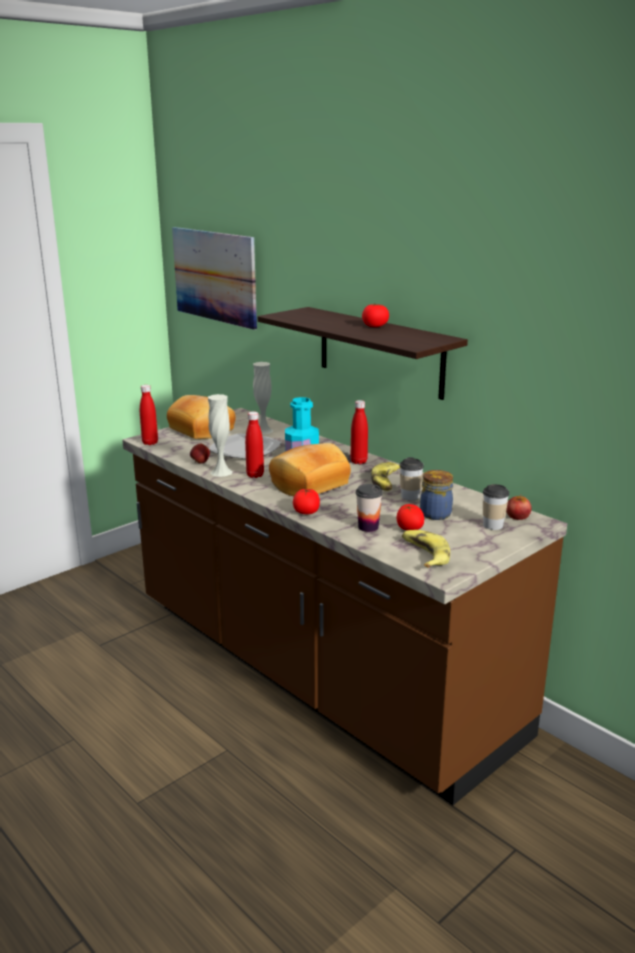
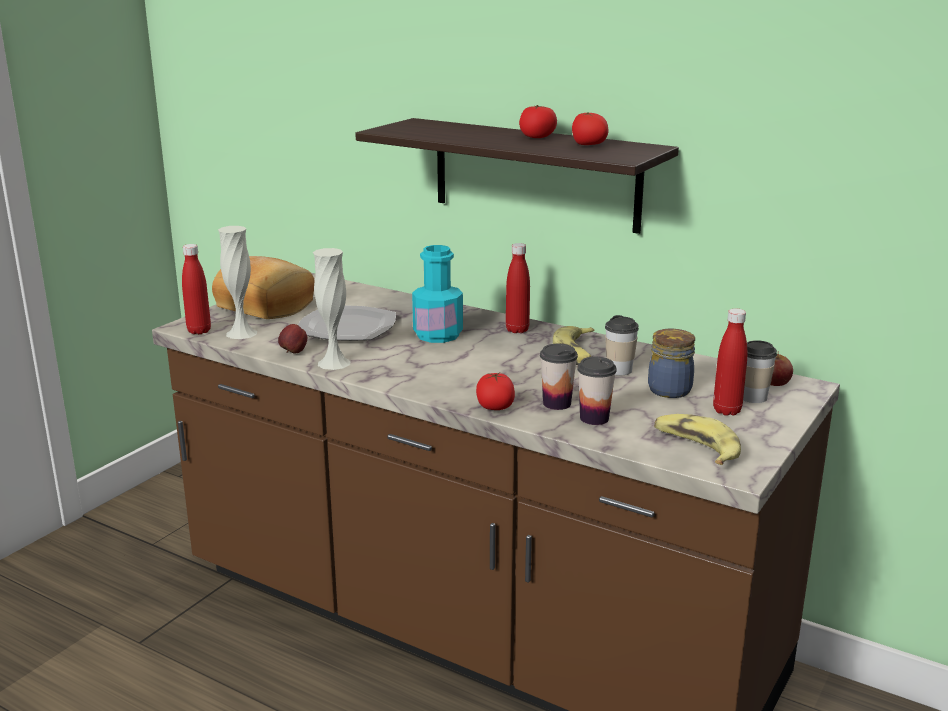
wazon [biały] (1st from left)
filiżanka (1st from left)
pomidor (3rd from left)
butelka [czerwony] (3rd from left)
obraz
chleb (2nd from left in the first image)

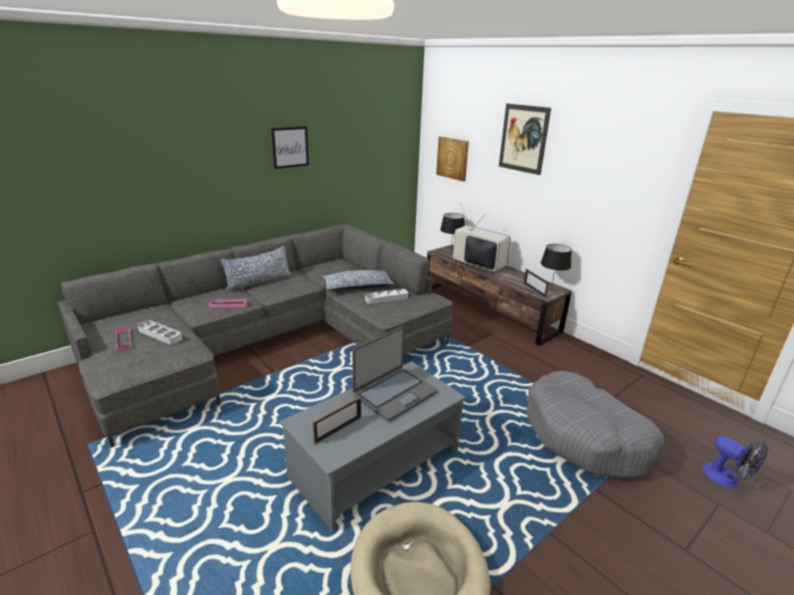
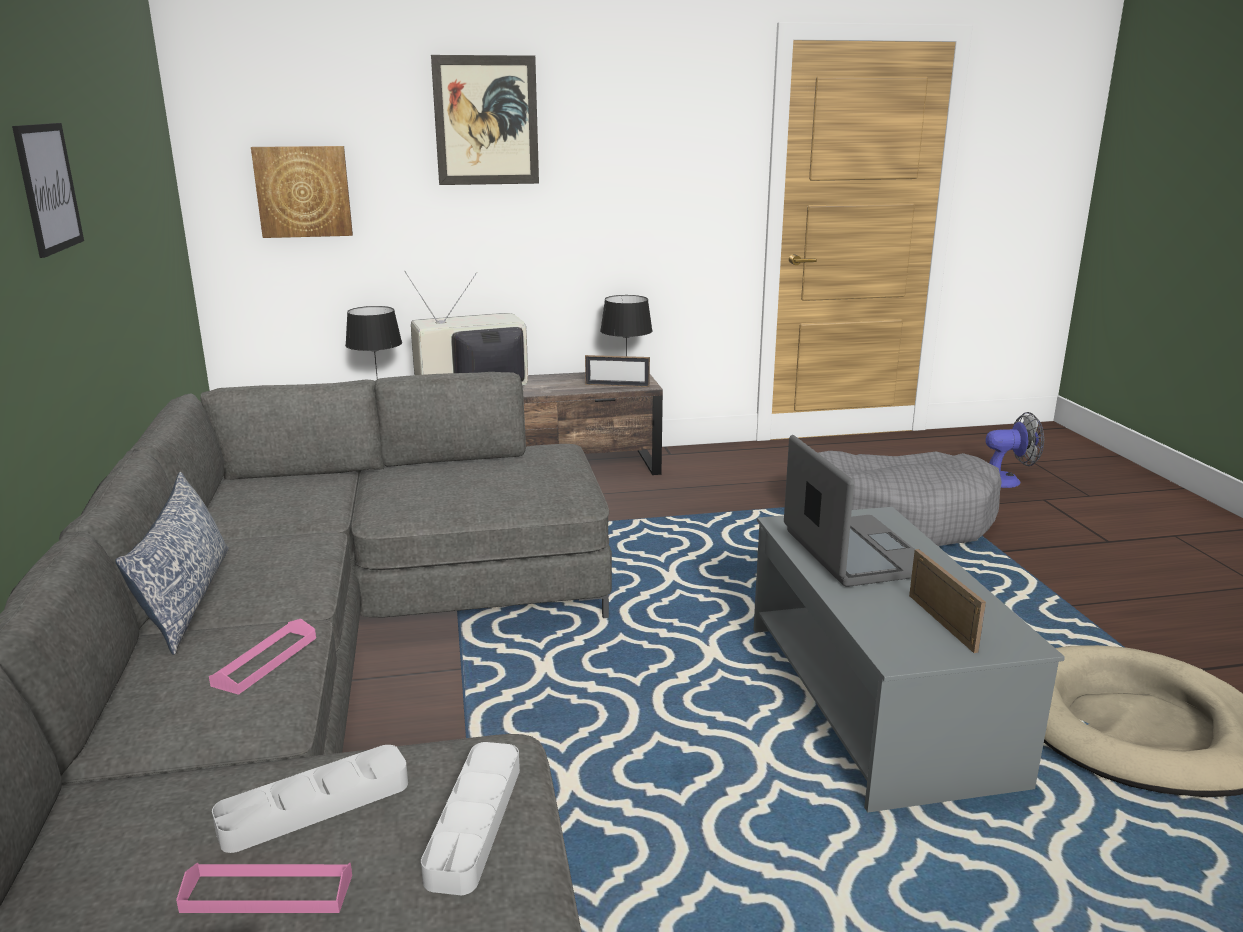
taca [szary] (2nd from left)
poduszka (2nd from left in the first image)

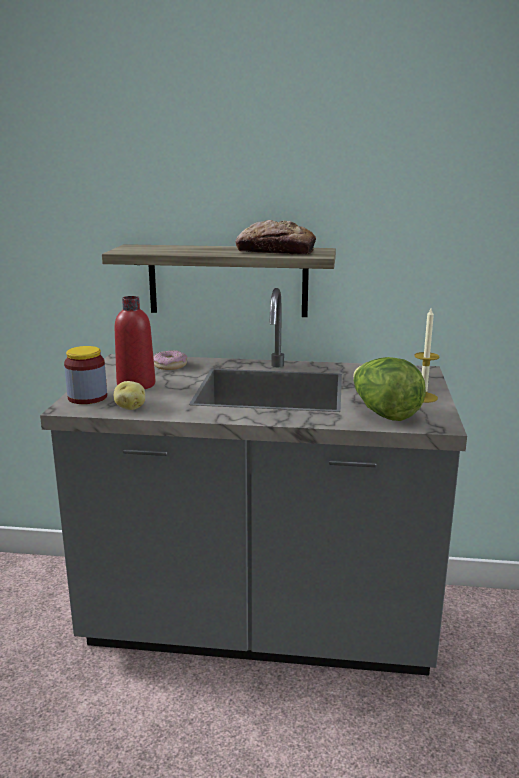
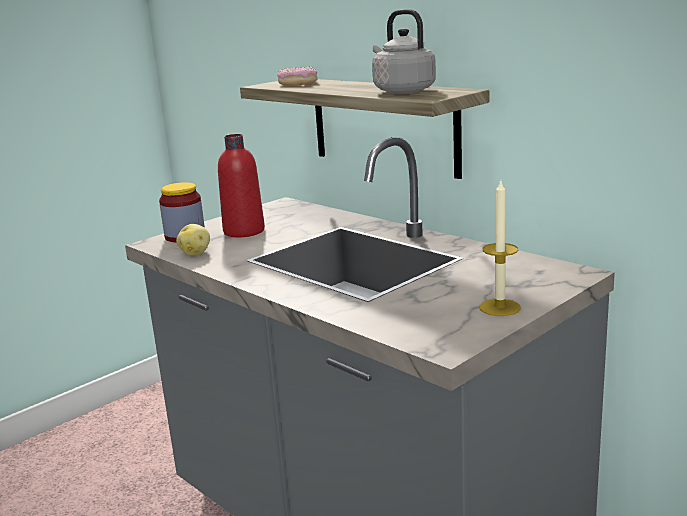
donut
czajnik [szary]
sałata

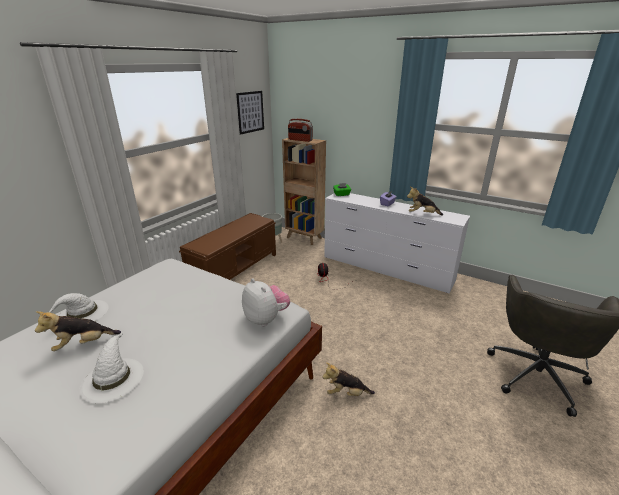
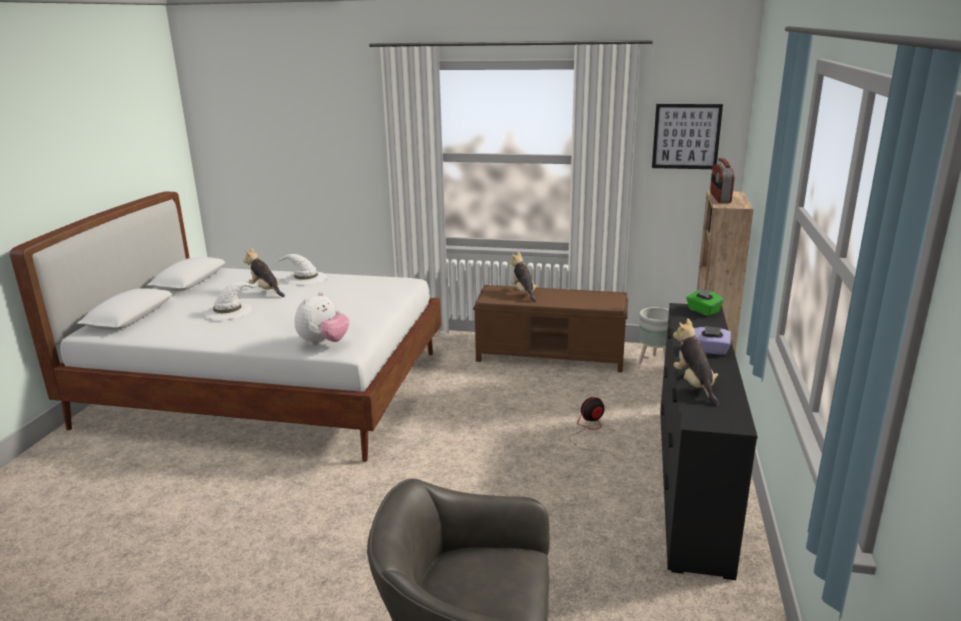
pluszak (3rd from left)
komoda [czarny]

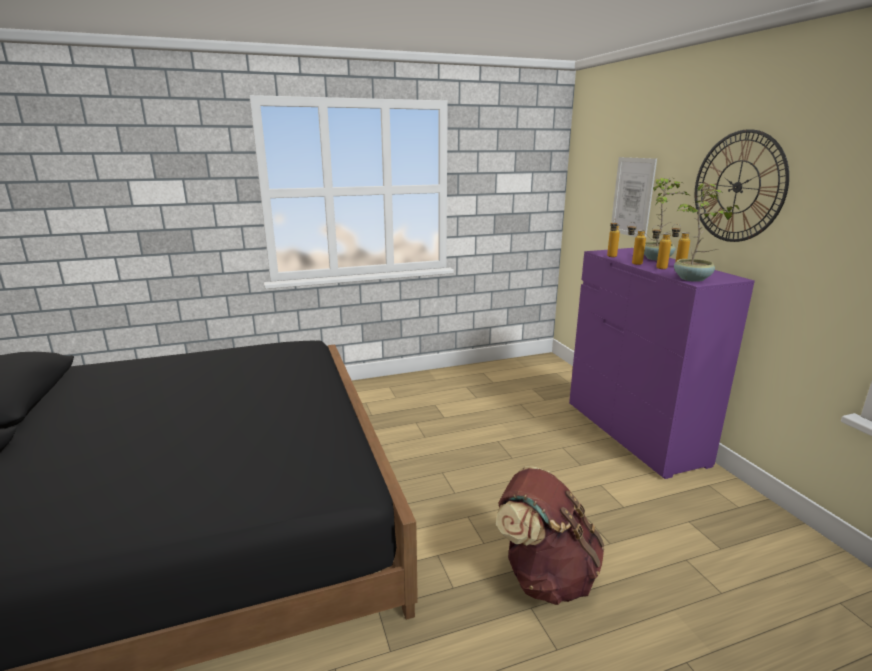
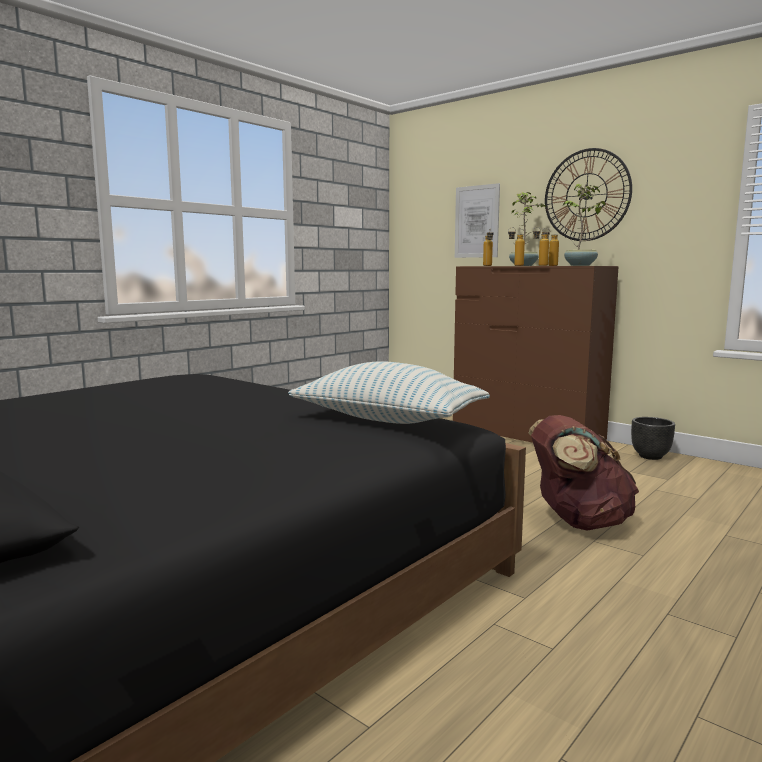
poduszka
komoda [brązowy]
donica [czarny]

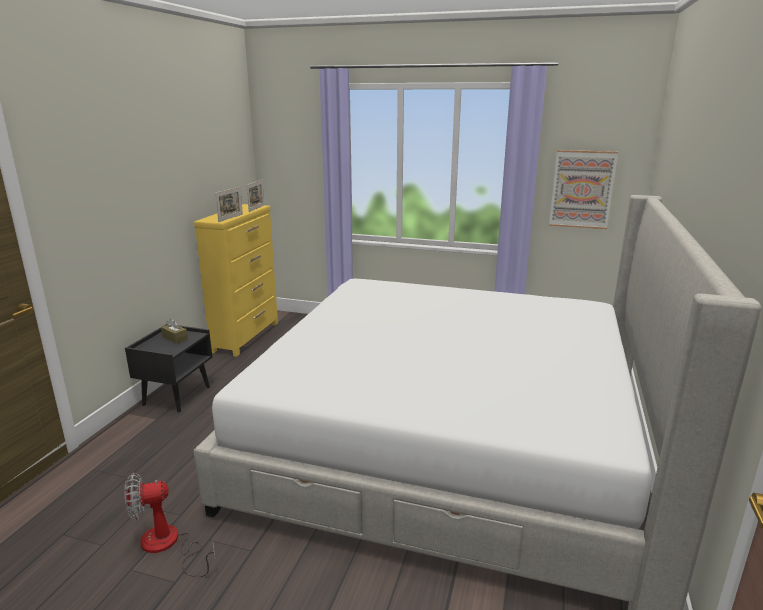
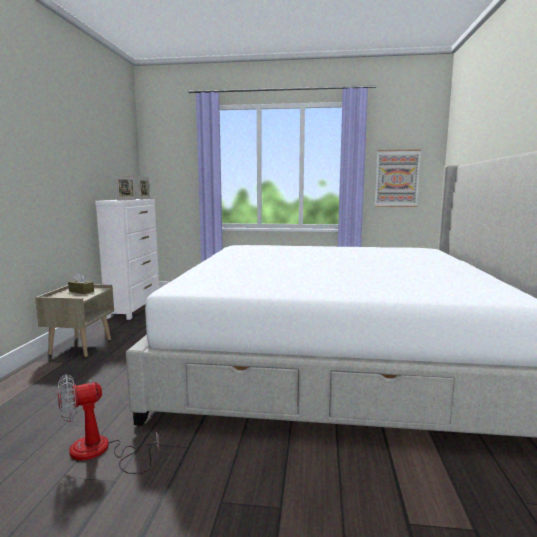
szafka nocna [beżowy]
komoda [biały]

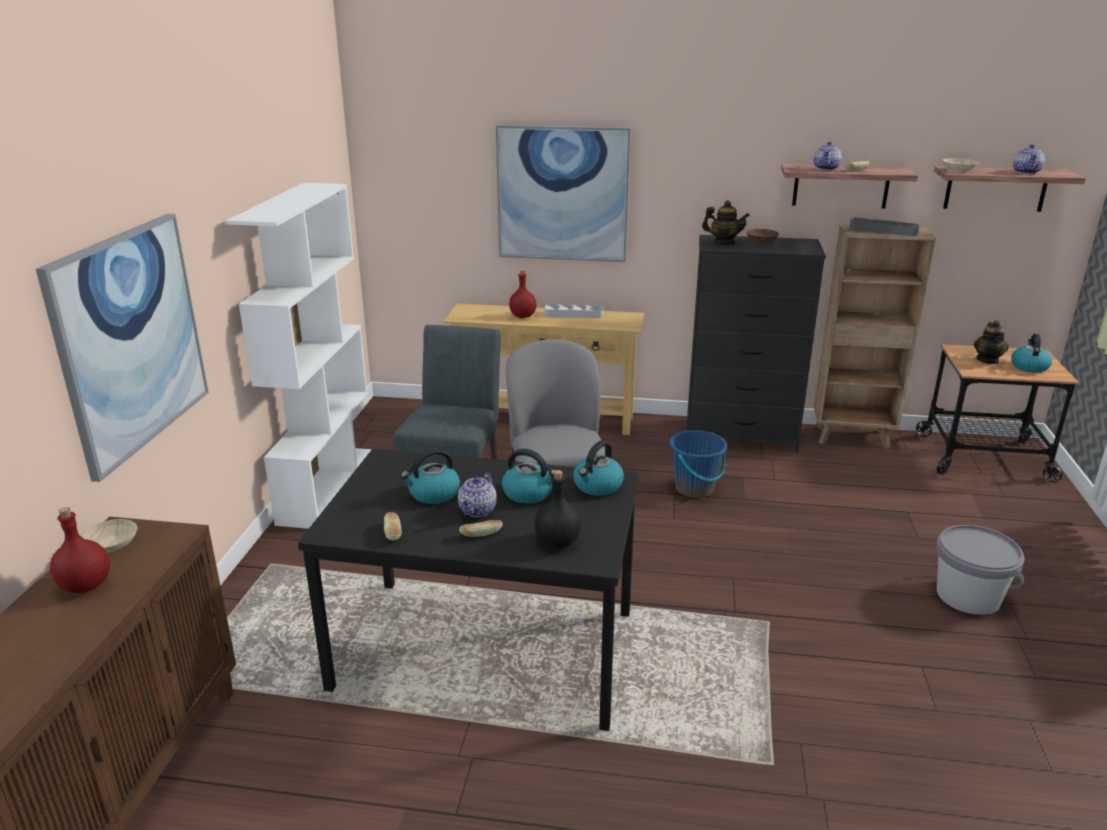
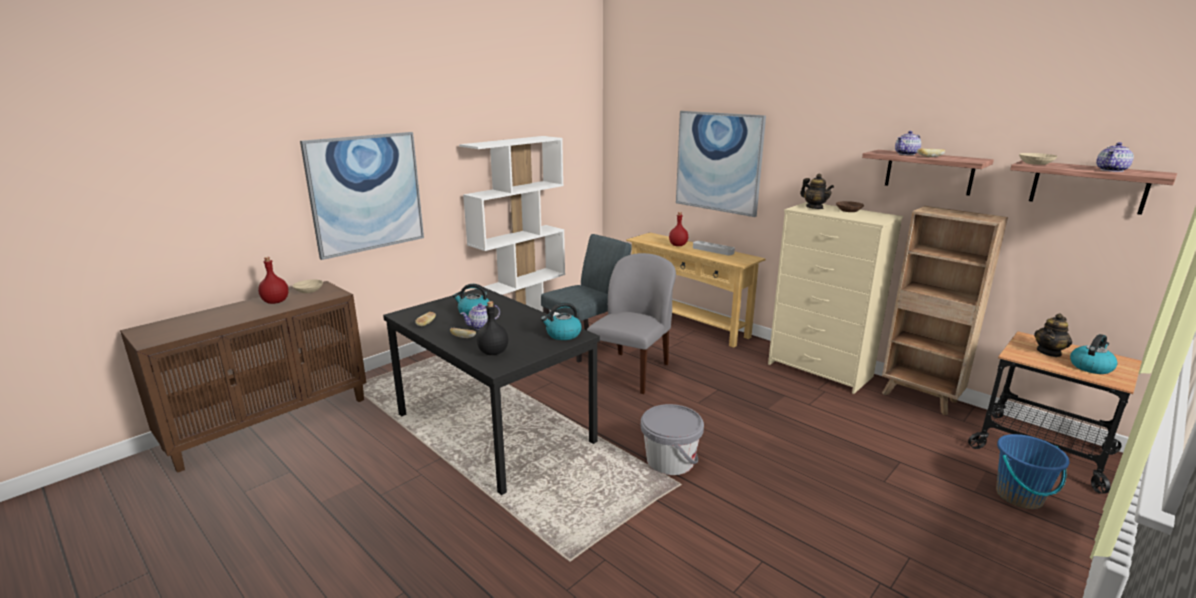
wiadro [szary]
komoda [beżowy]
wiadro [niebieski]
czajnik (2nd from left in the first image)
taca [szary] (2nd from left in the first image)

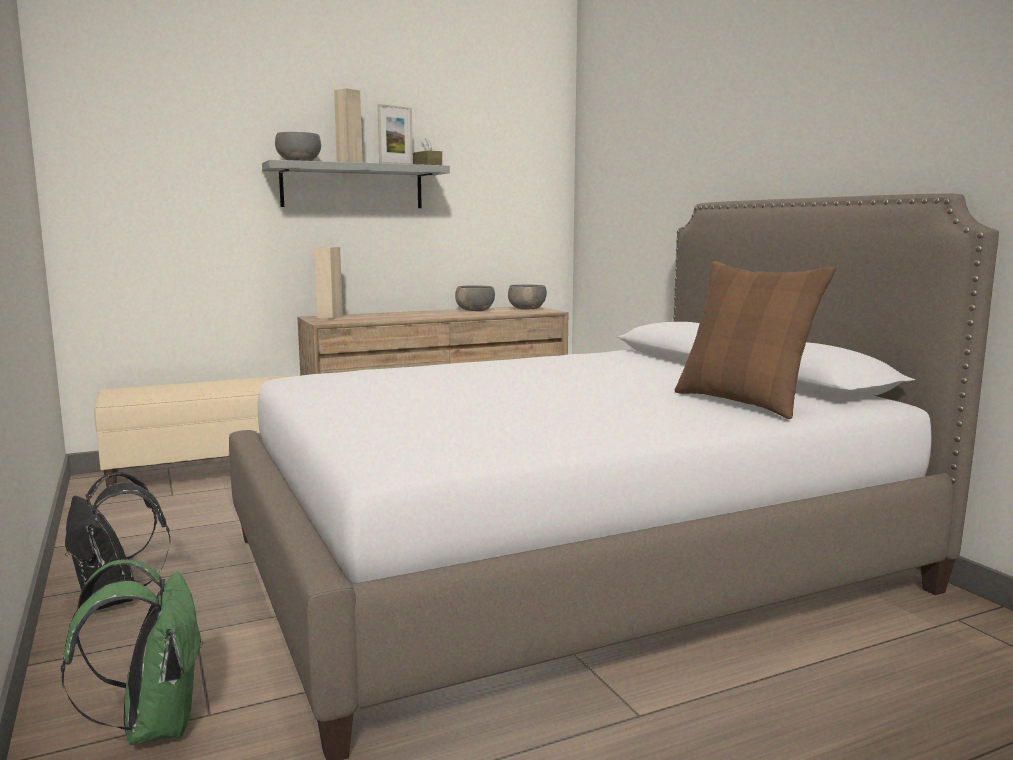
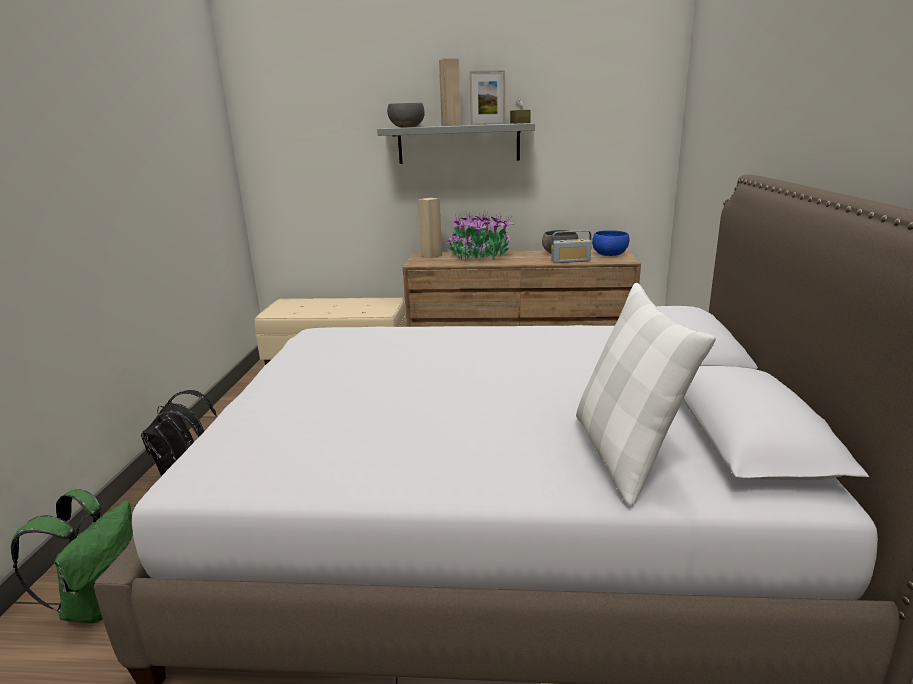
roślina doniczkowa
radio
poduszka [biały]
miska [niebieski]

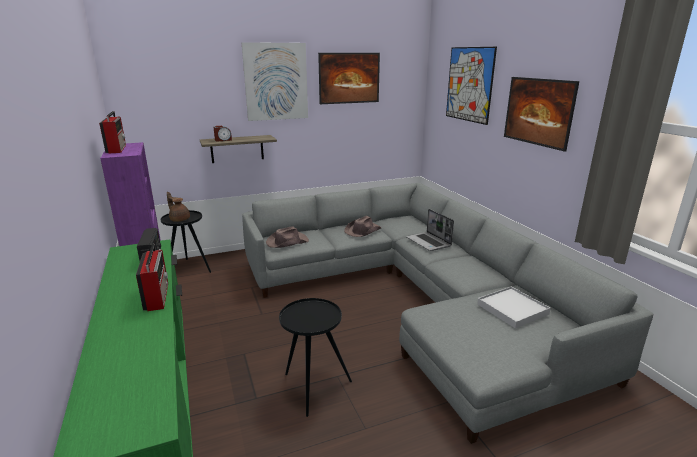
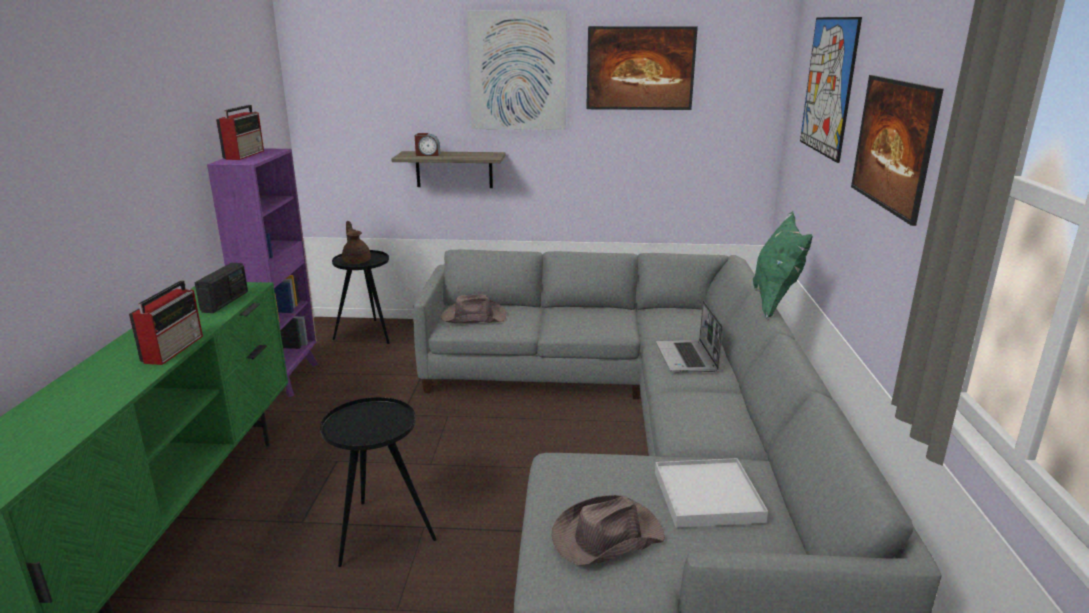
kapelusz [brązowy] (2nd from left)
poduszka [zielony]

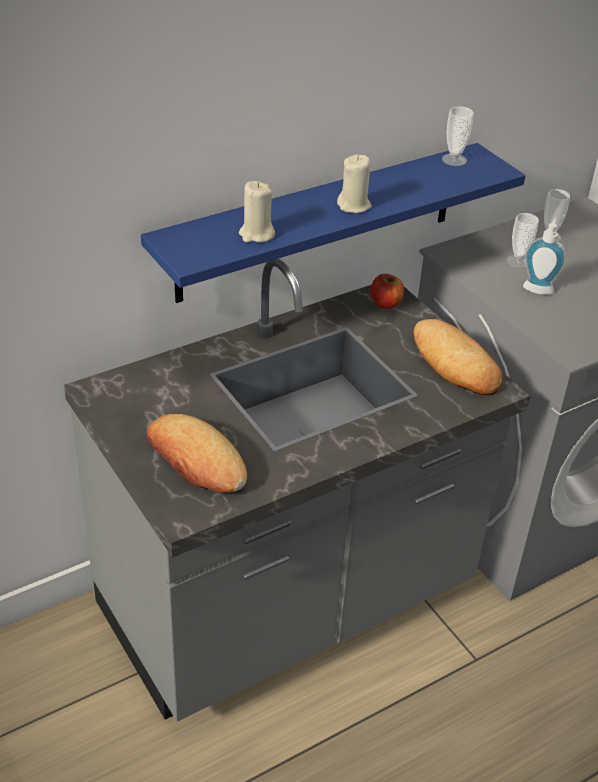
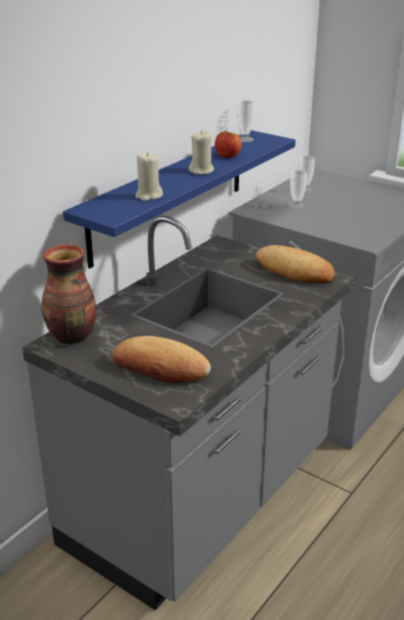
wazon
jabłko
dozownik mydła

